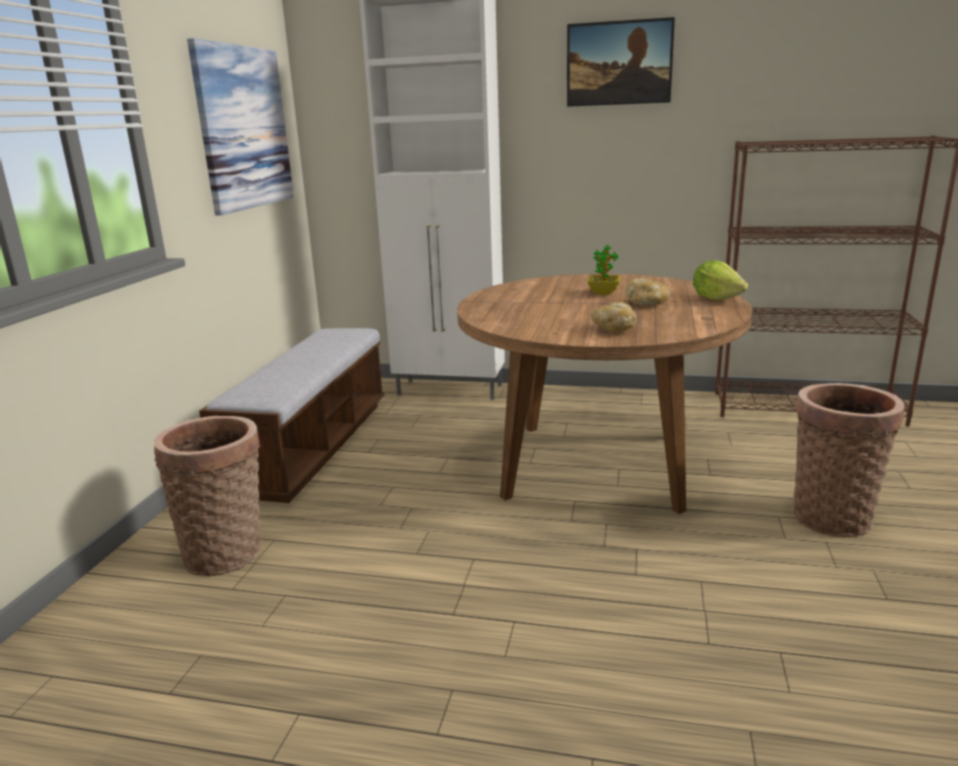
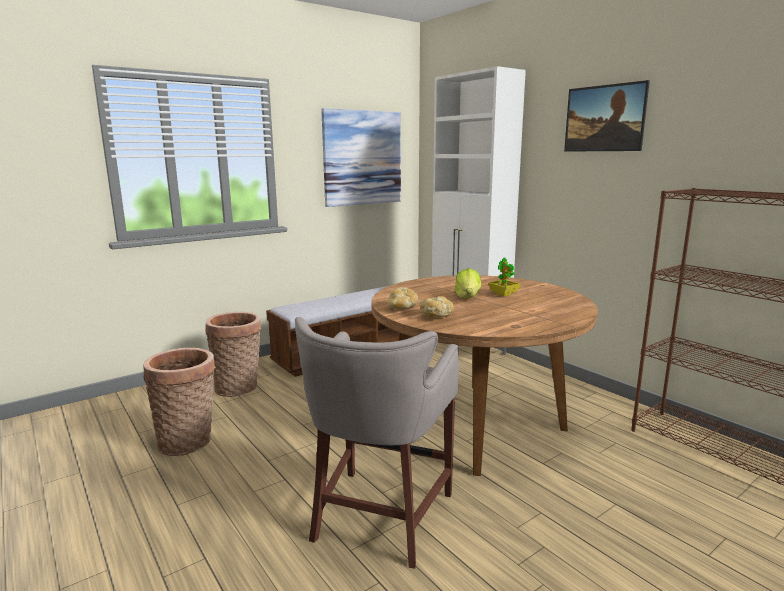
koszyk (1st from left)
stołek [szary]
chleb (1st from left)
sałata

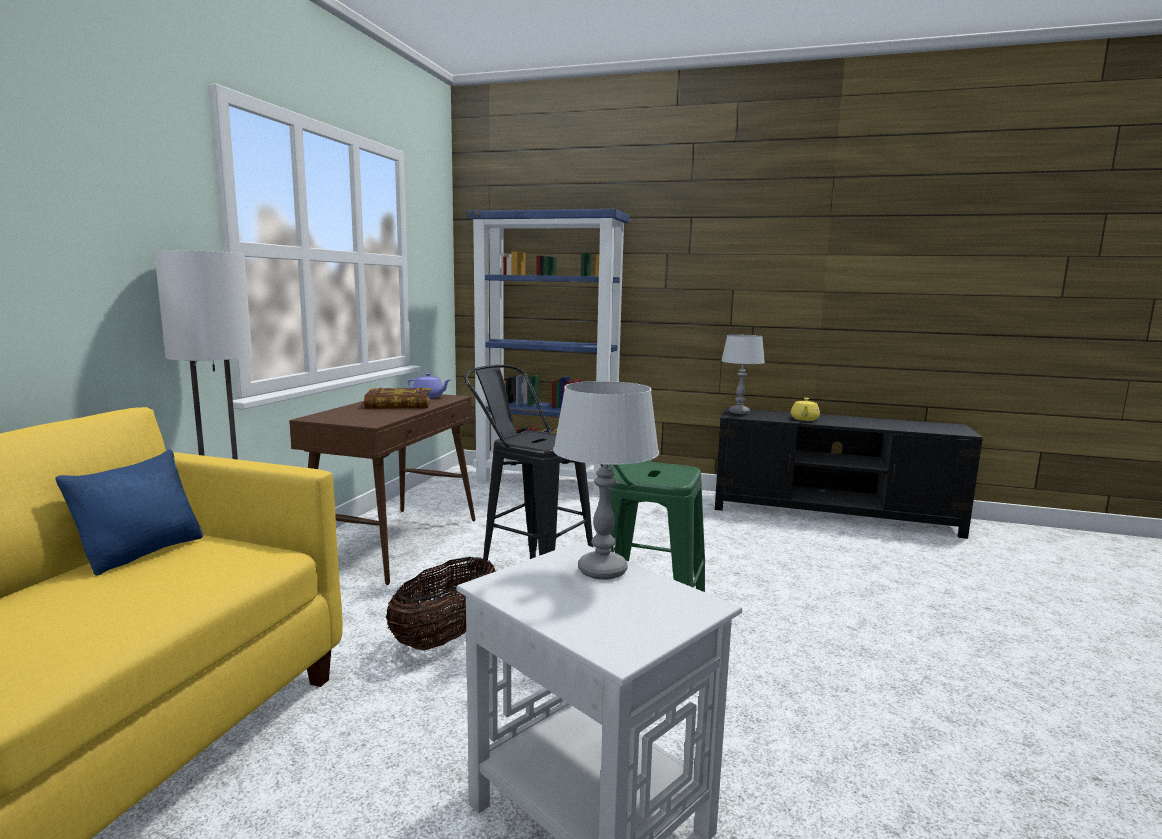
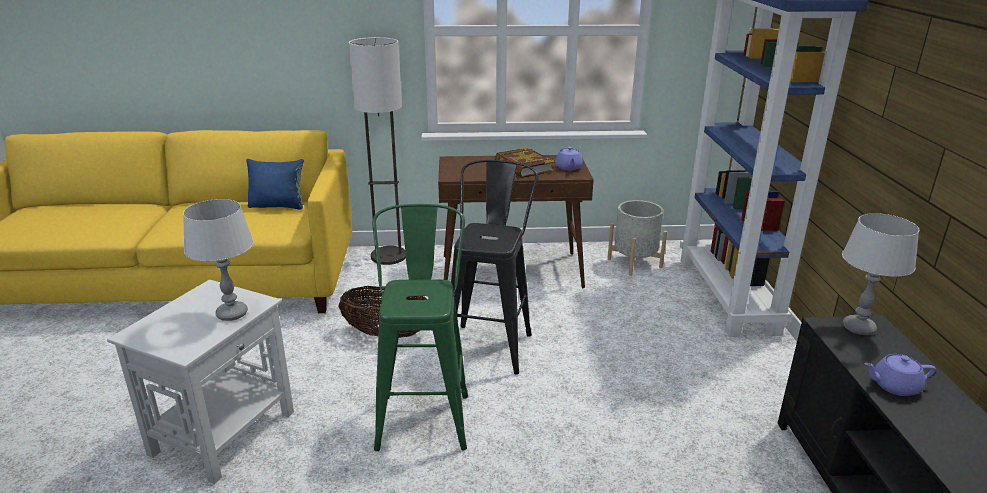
donica [szary]
imbryk [fioletowy] (2nd from left)

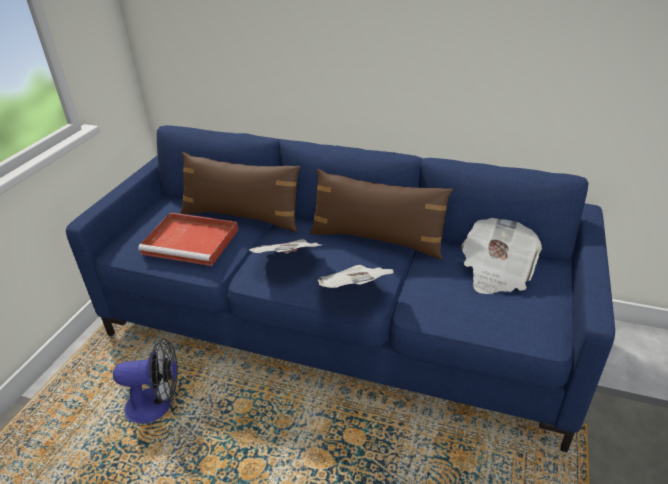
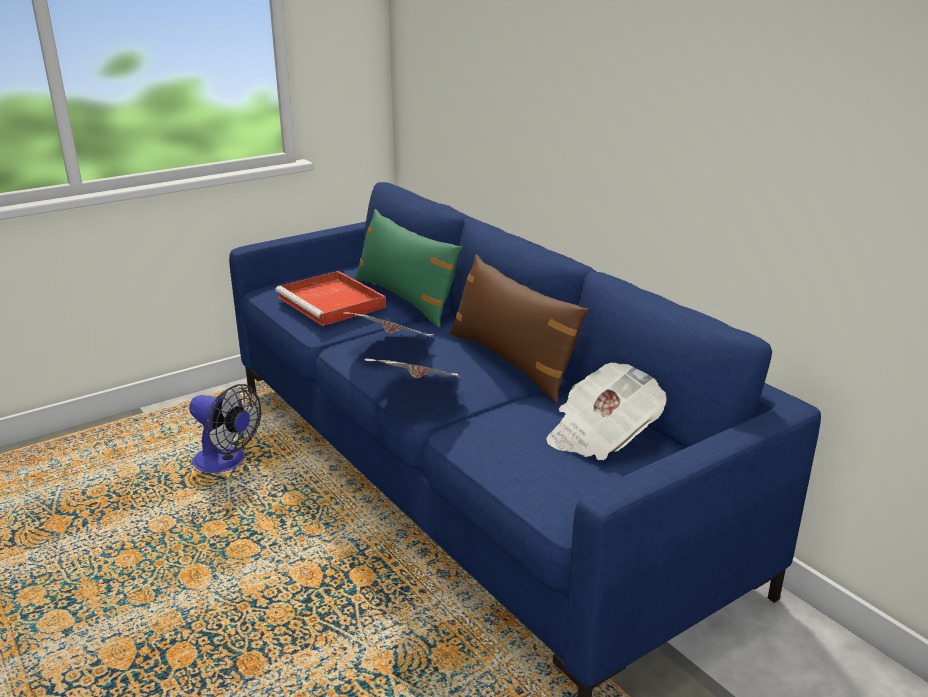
poduszka [zielony]

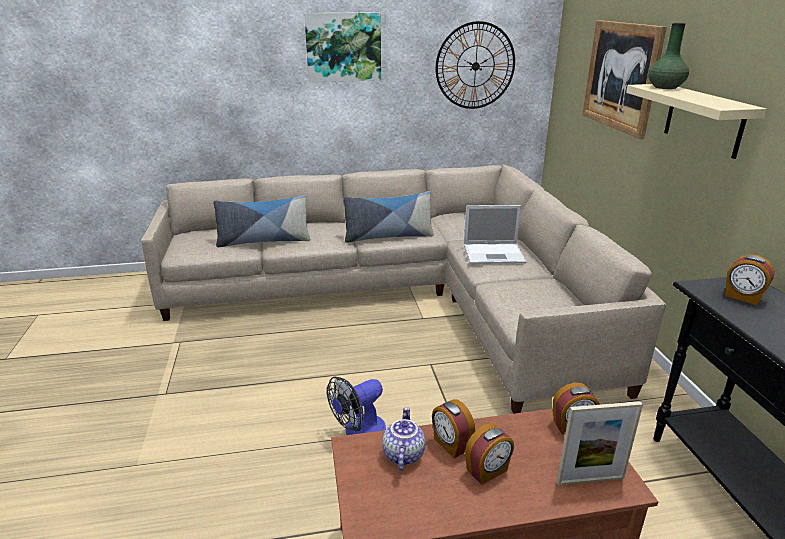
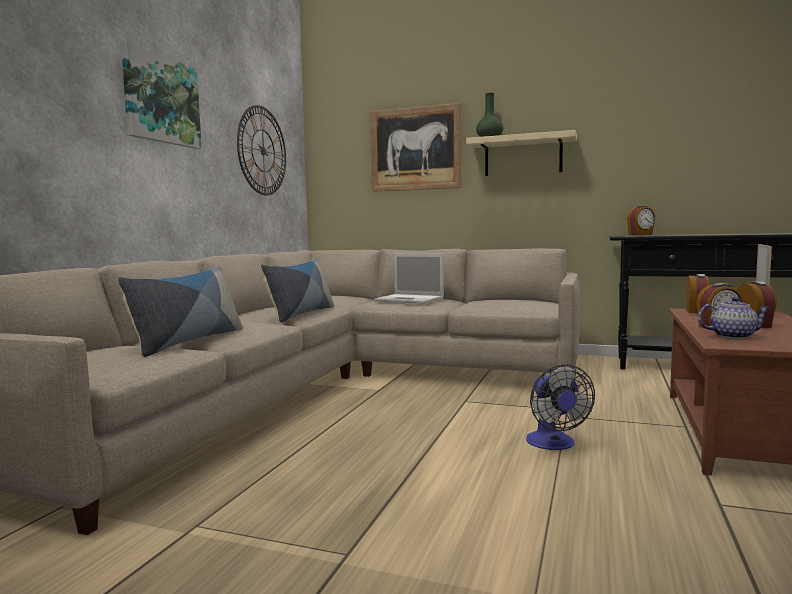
laptop
imbryk

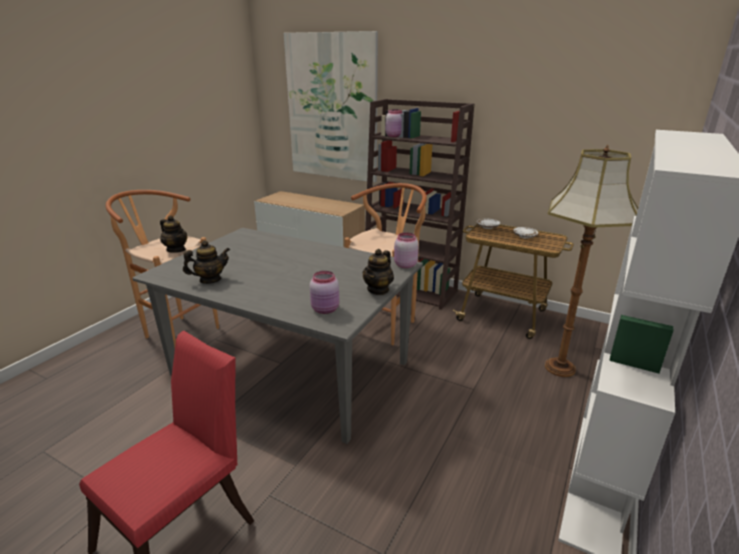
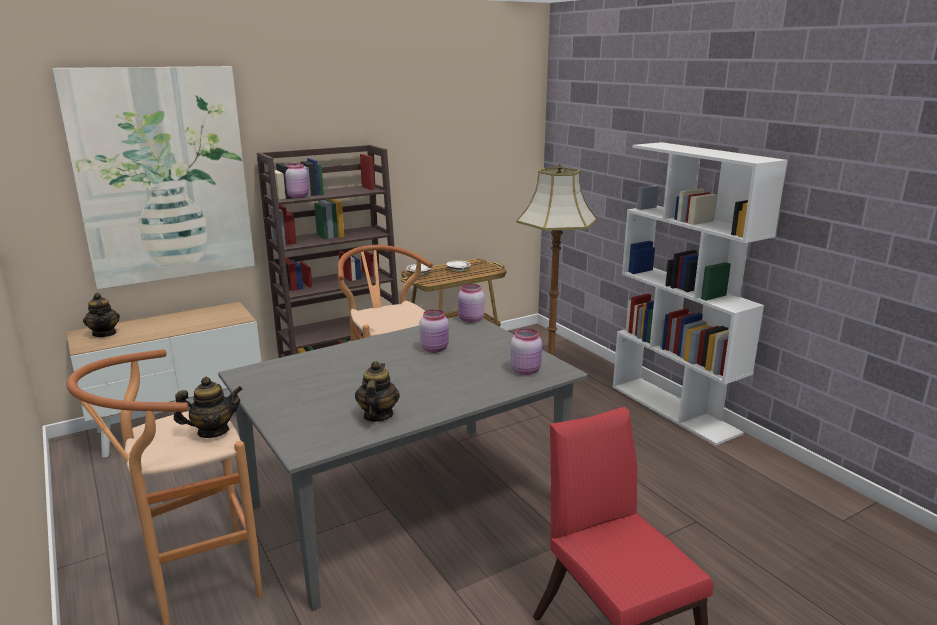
imbryk (1st from left)
słoik [różowy] (2nd from left)

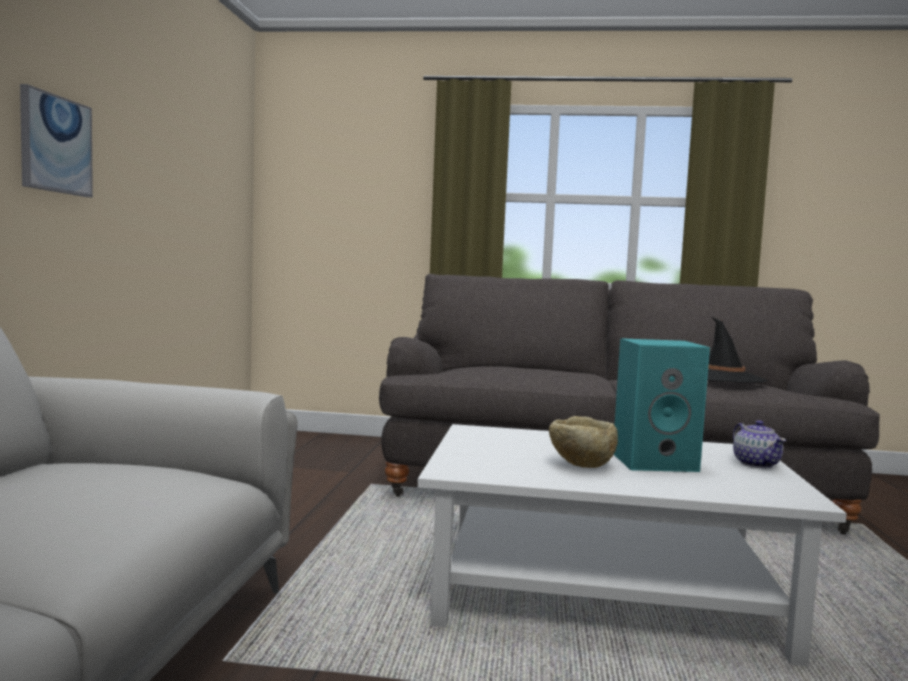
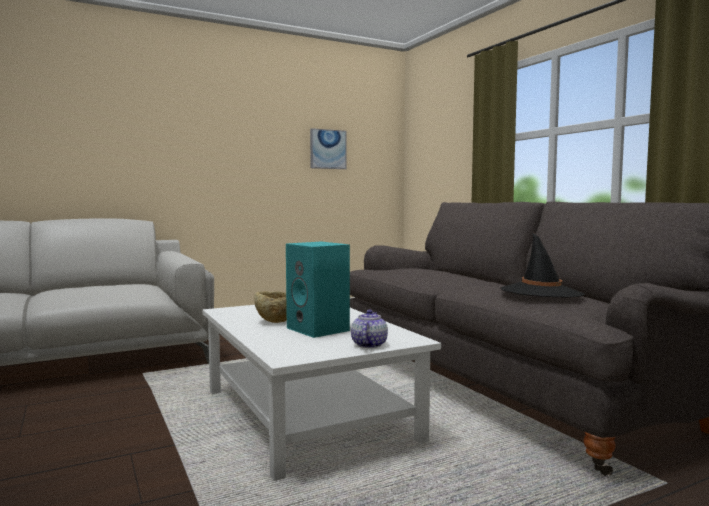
obraz
imbryk

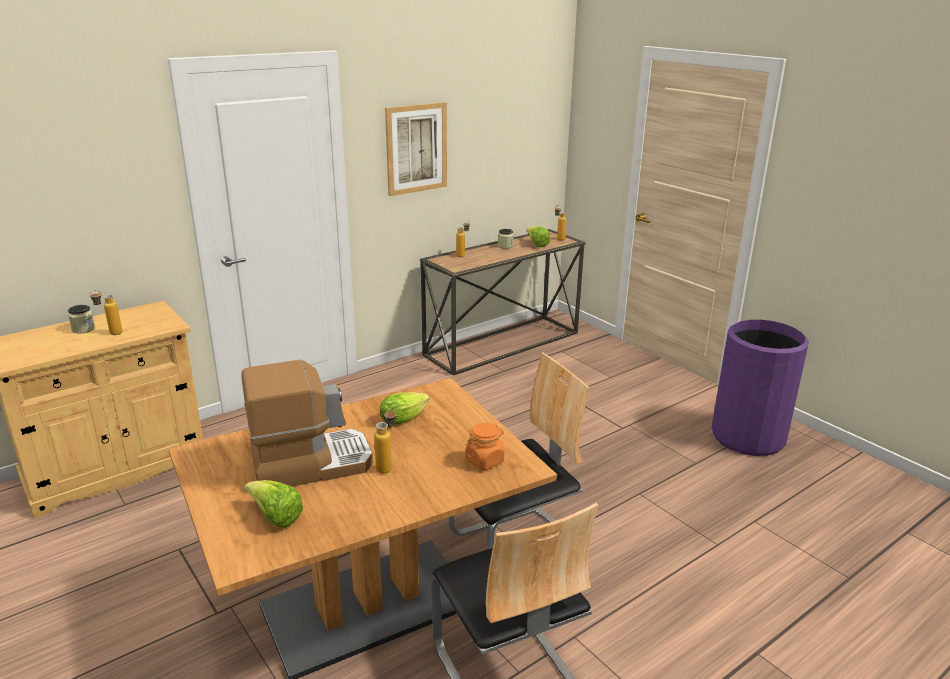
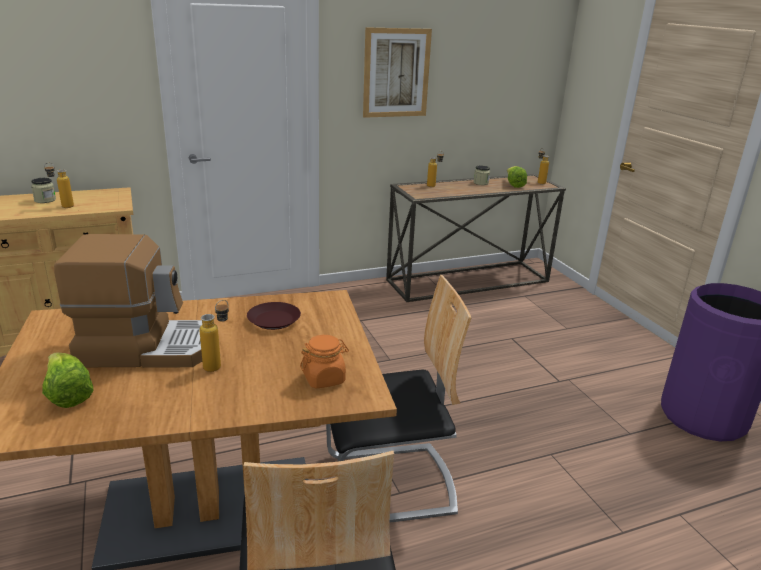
talerz [brązowy]

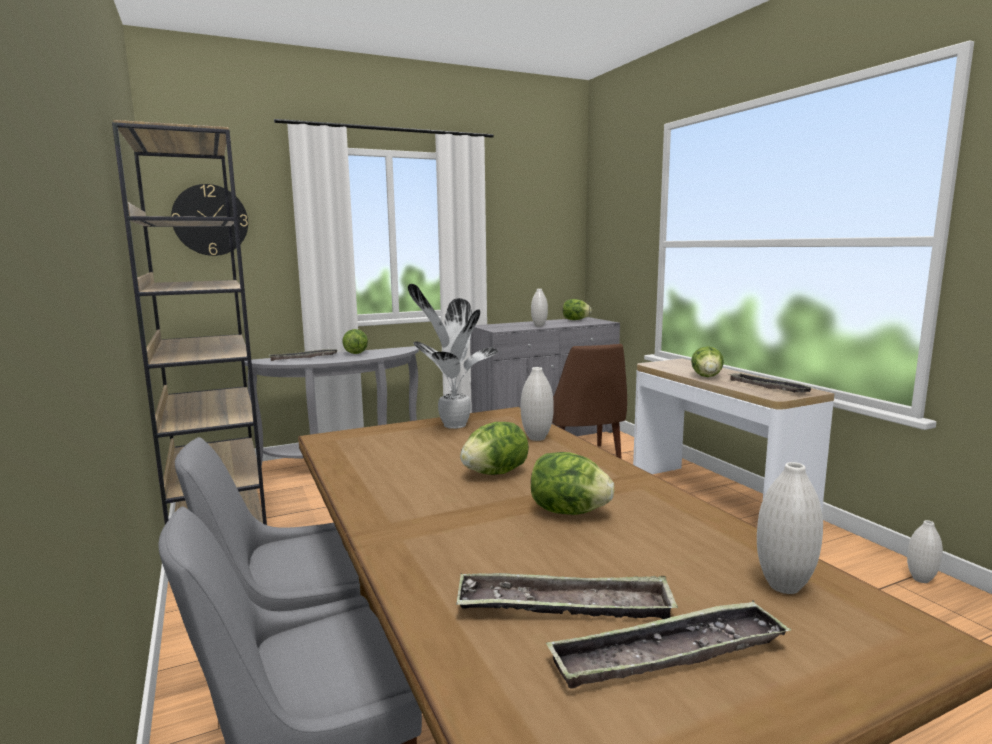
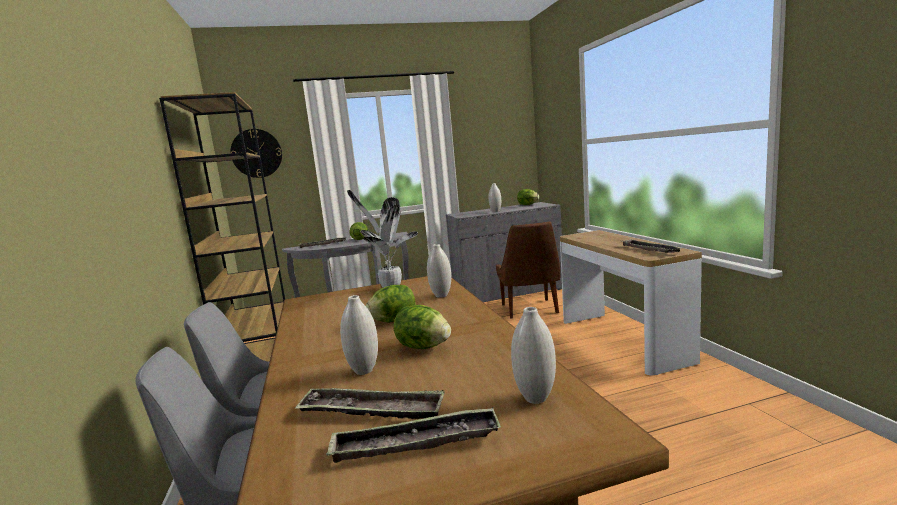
wazon [biały] (1st from left)
sałata (5th from left in the first image)

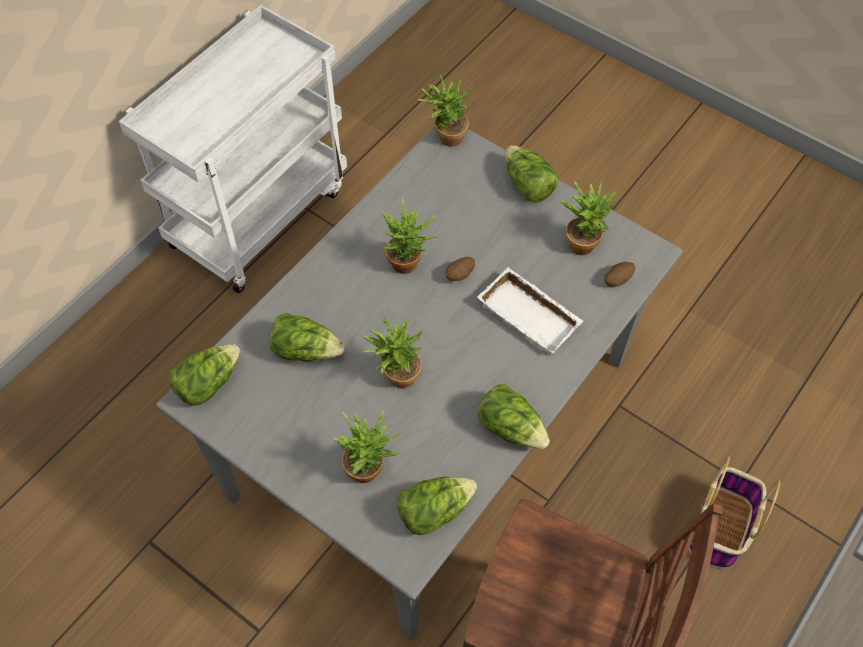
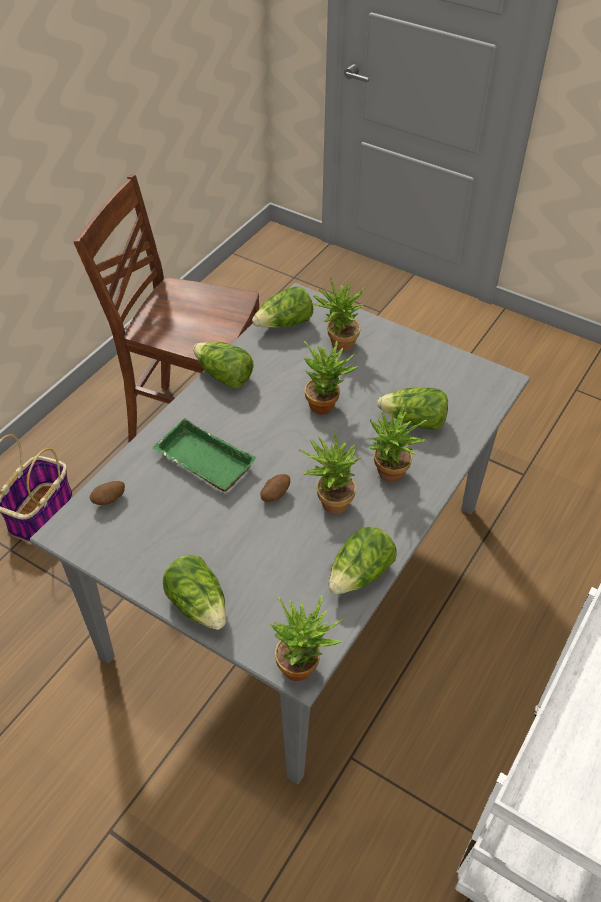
taca [zielony]
sałata (4th from left)
roślina doniczkowa (5th from left)

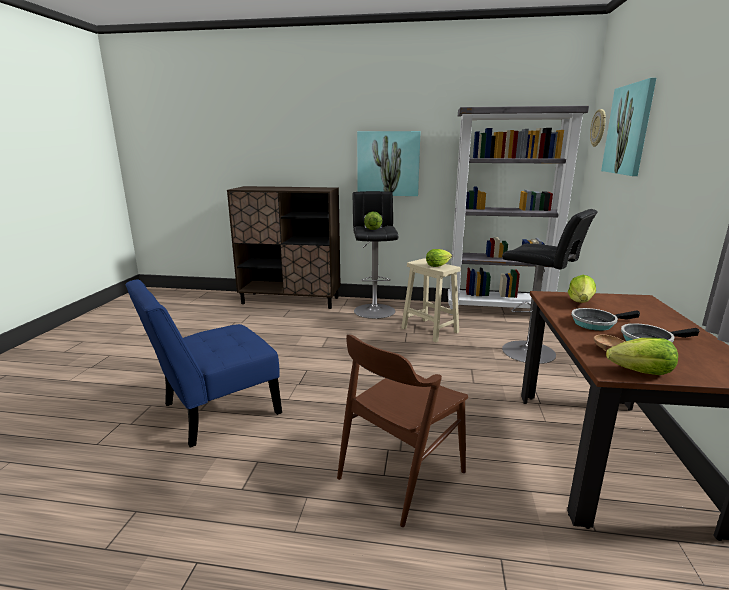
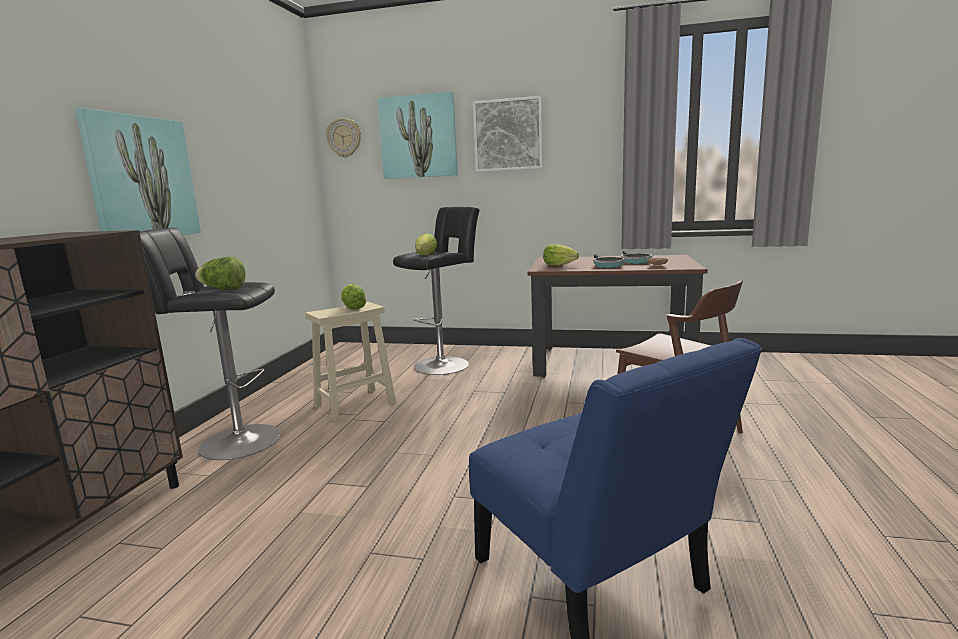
sałata (3rd from left)
obraz (3rd from left)
regał [szary]

